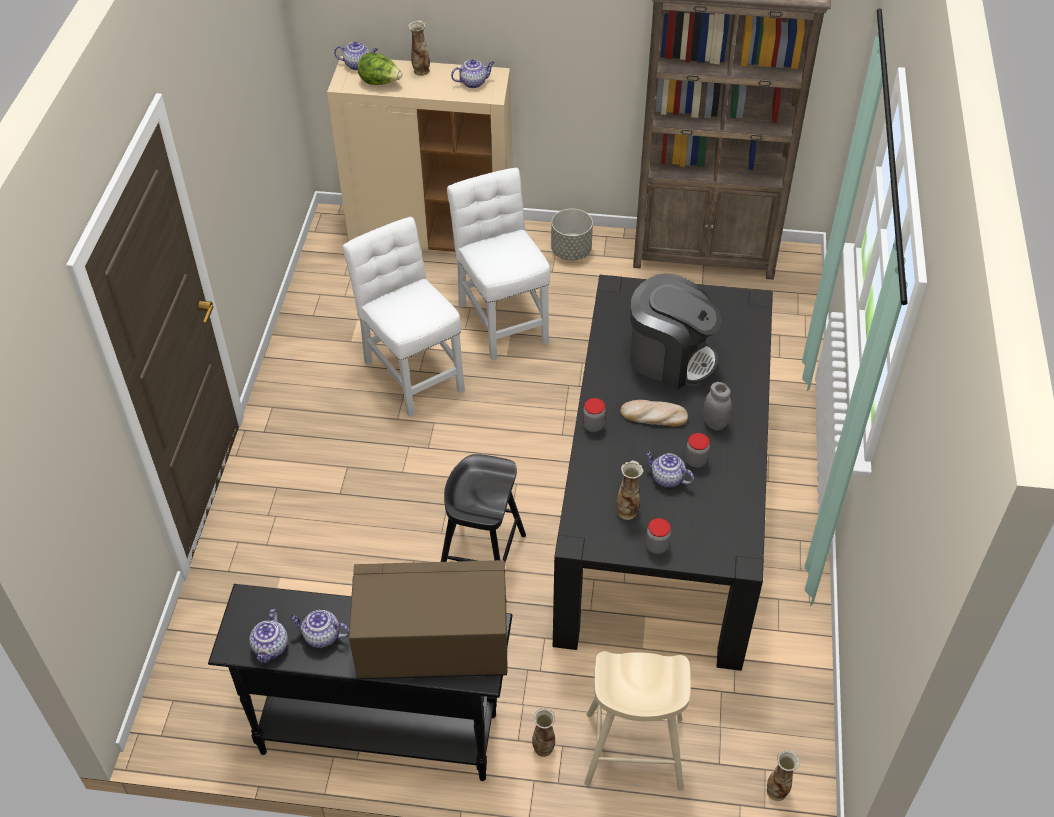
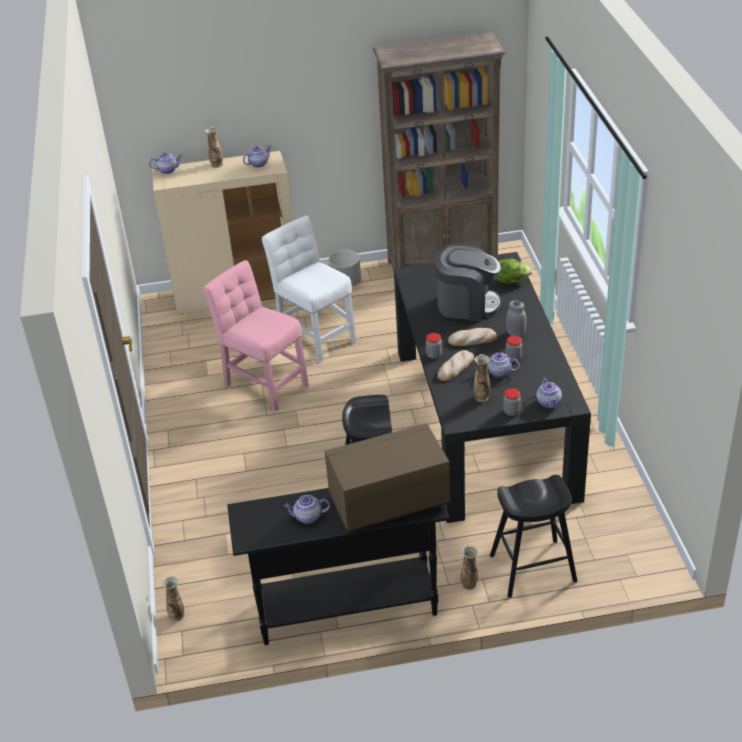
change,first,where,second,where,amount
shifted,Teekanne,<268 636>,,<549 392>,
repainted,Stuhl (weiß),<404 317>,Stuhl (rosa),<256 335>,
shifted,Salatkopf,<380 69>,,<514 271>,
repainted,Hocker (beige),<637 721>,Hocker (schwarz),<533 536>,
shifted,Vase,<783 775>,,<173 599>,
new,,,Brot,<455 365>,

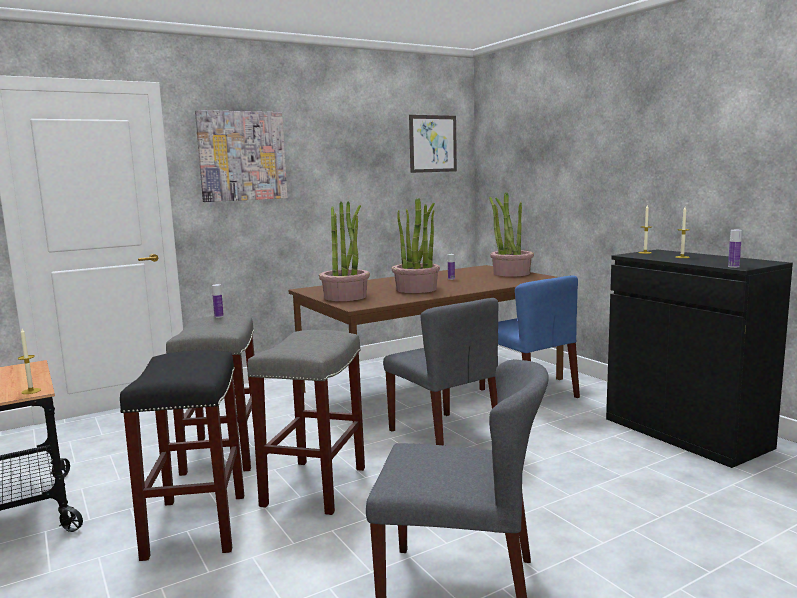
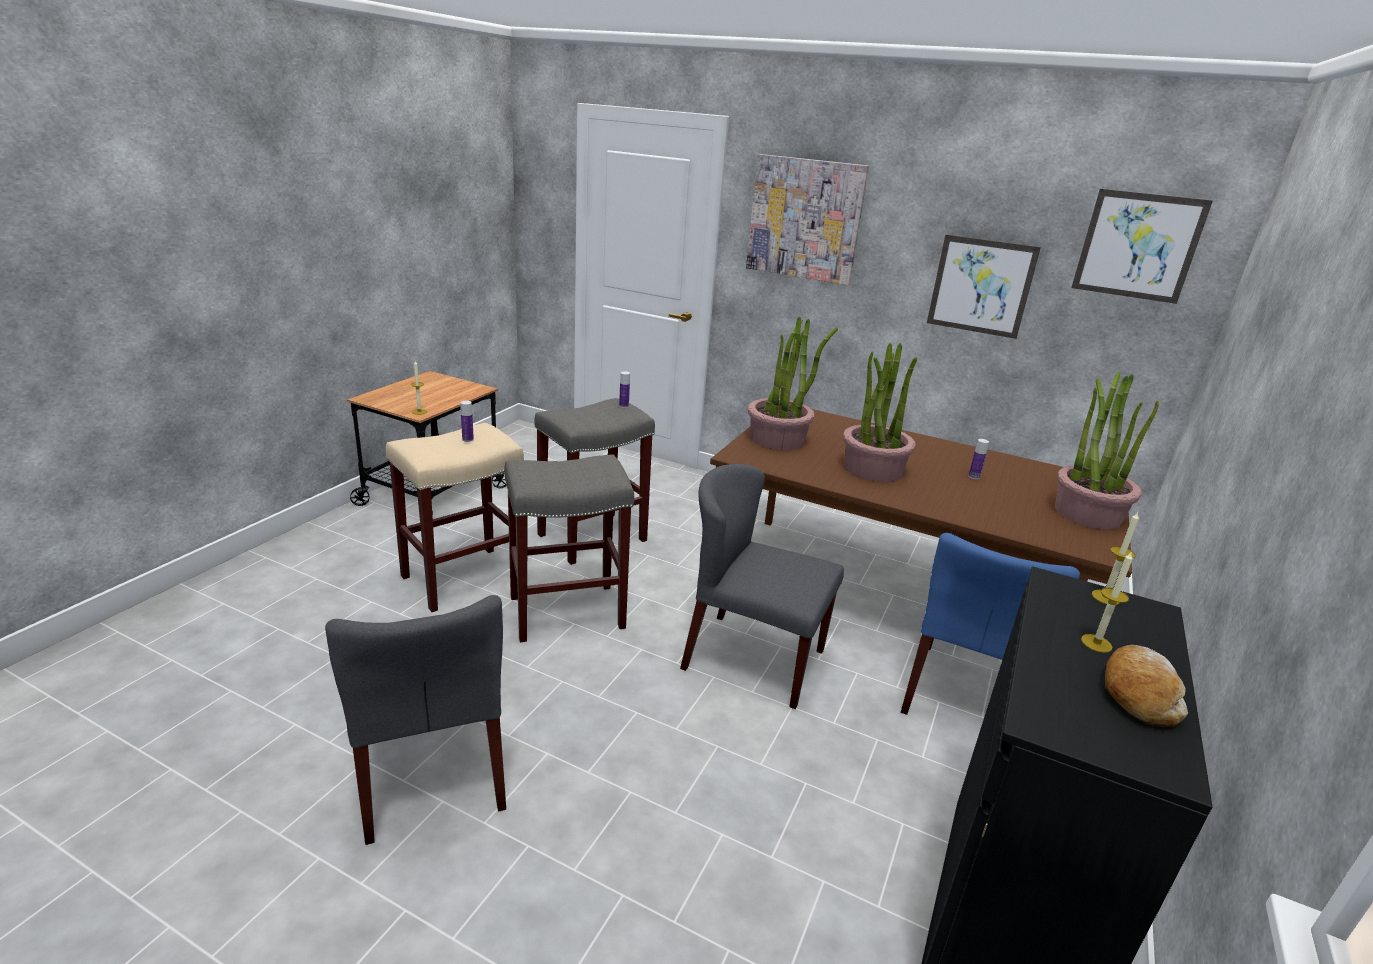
change,first,where,second,where,amount
repainted,Hocker (schwarz),<182 455>,Hocker (beige),<455 517>,
rotated,Stuhl (grau),<440 371>,,<762 586>,90 degrees clockwise
shifted,Flasche,<735 249>,,<467 421>,
new,,,Bild,<984 287>,
new,,,Brot,<1146 686>,

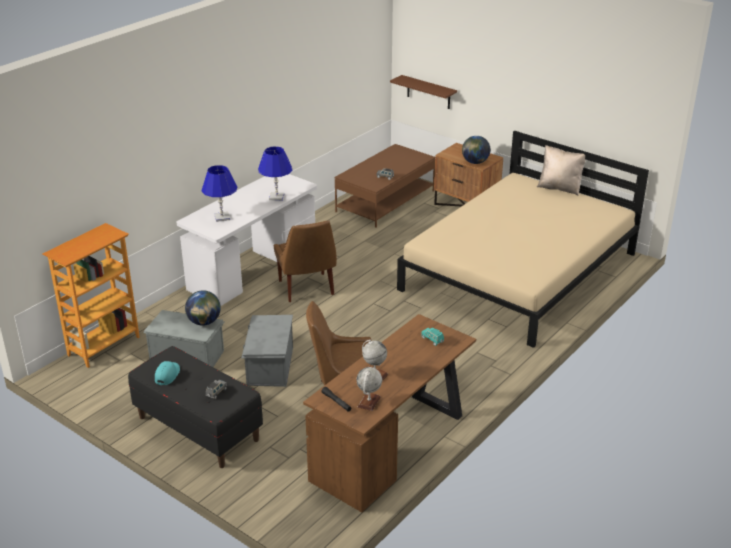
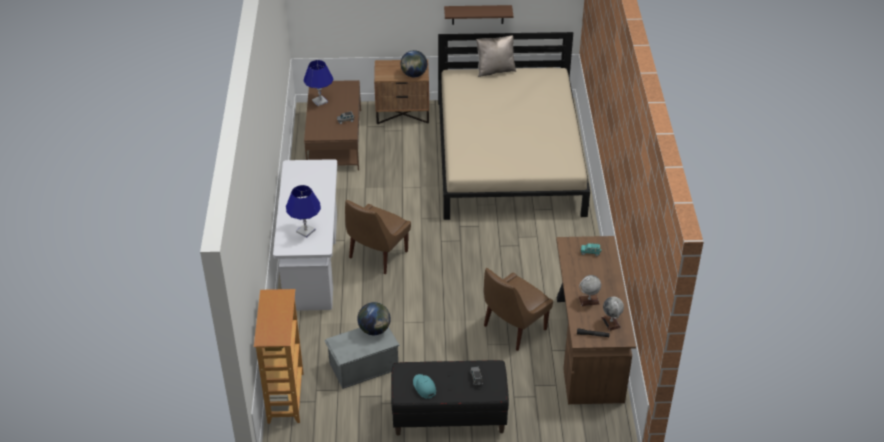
change,first,where,second,where,amount
gone,Aufbewahrungsbox (grau),<267 351>,,,
shifted,Tischlampe (blau),<275 173>,,<318 83>,
rotated,Stuhl (braun),<305 261>,,<378 237>,90 degrees clockwise
shifted,Wandregal (braun),<423 92>,,<478 15>,

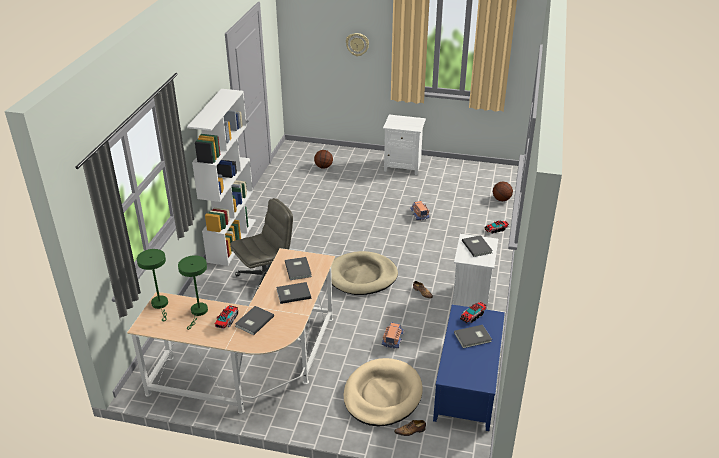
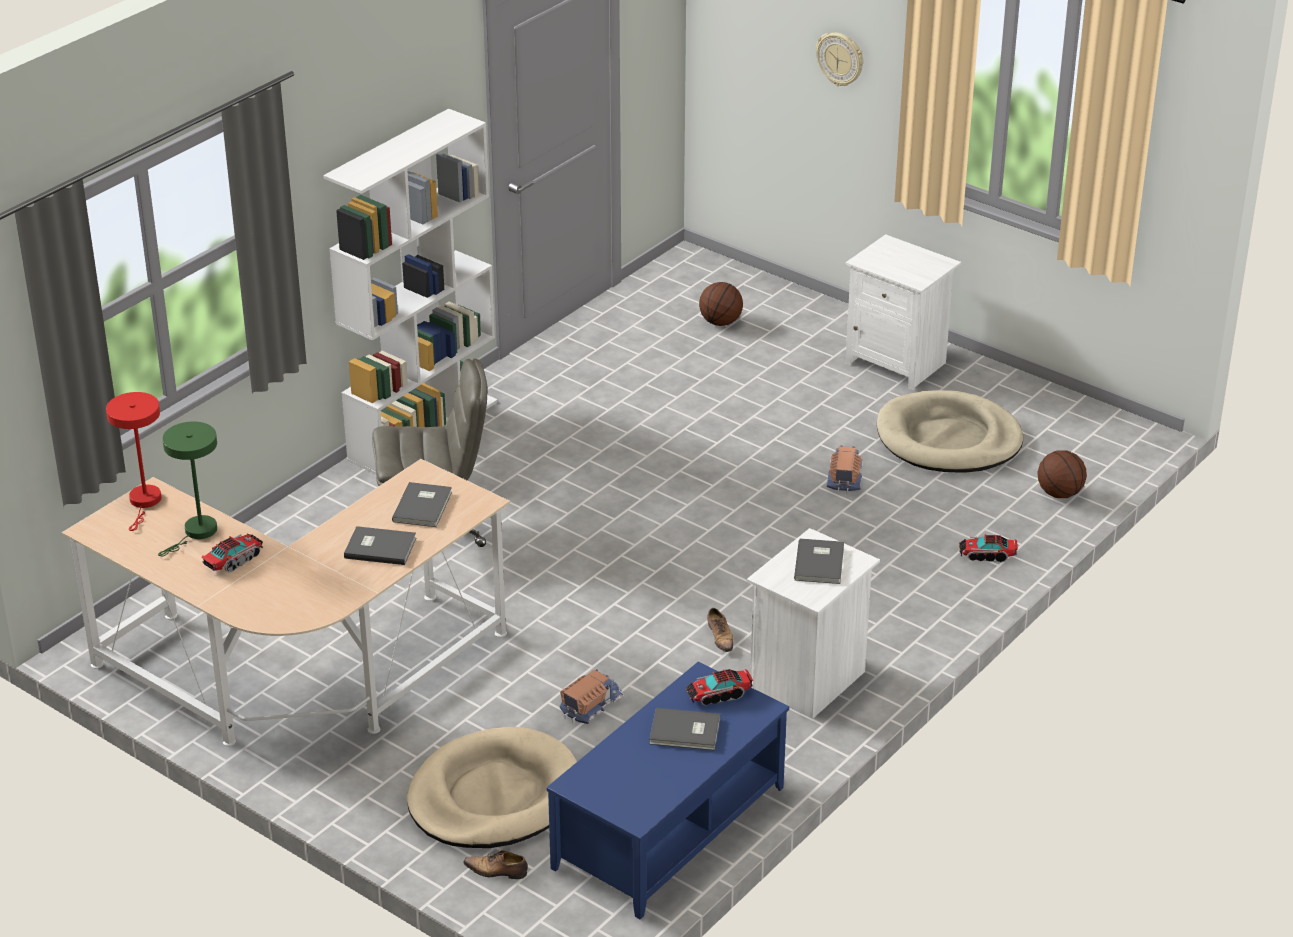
change,first,where,second,where,amount
repainted,Tischlampe (grün),<152 285>,Tischlampe (rot),<133 461>,
gone,Buch (grau),<254 320>,,,
shifted,Hundebett (beige),<364 273>,,<950 431>,

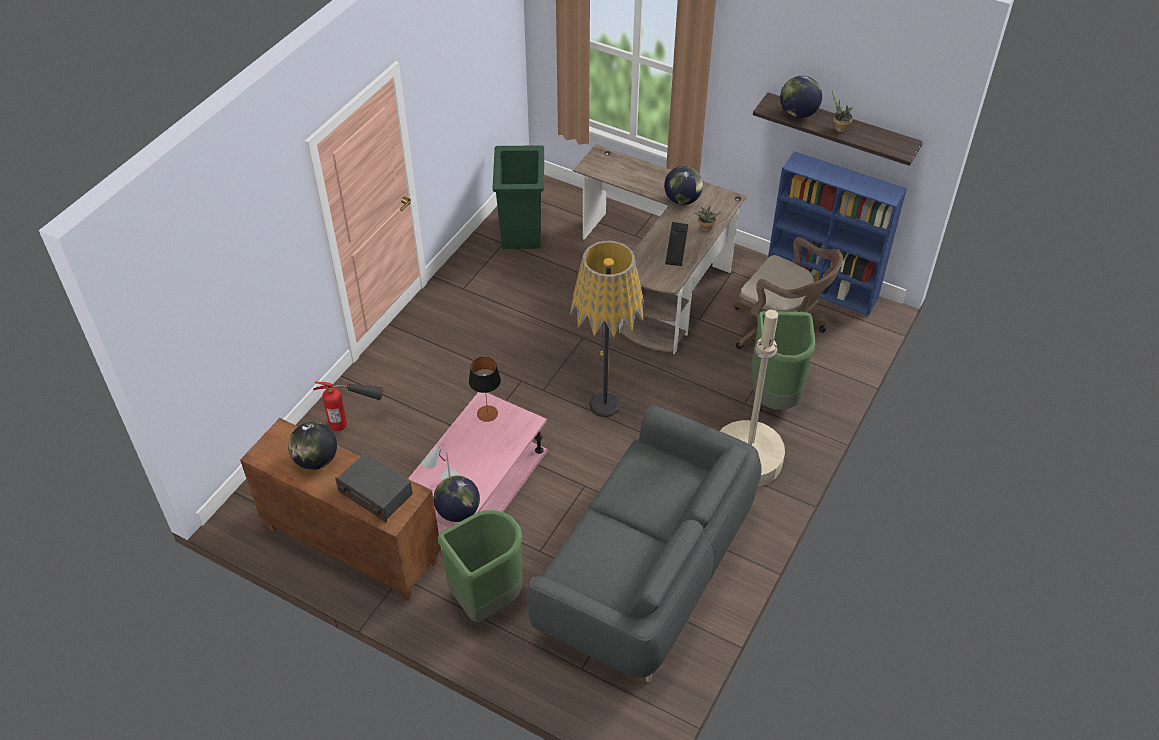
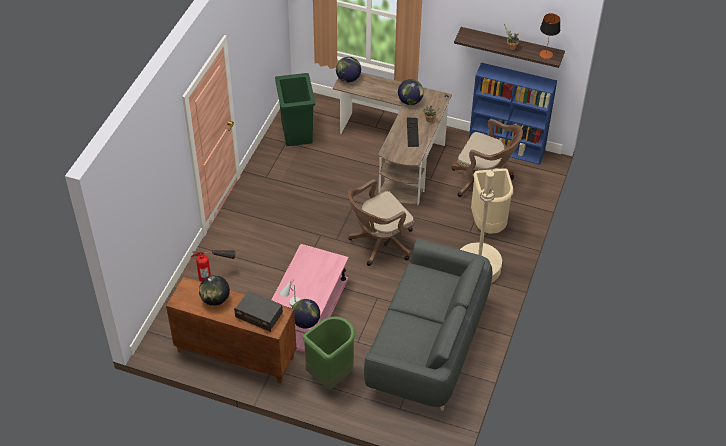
change,first,where,second,where,amount
shifted,Tischlampe,<485 389>,,<549 36>,
swapped,Stehlampe,<607 329>,Bürostuhl (braun),<381 222>,
repainted,Mülleimer (grün),<783 360>,Mülleimer (beige),<492 201>,
shifted,Globus,<801 97>,,<348 69>,

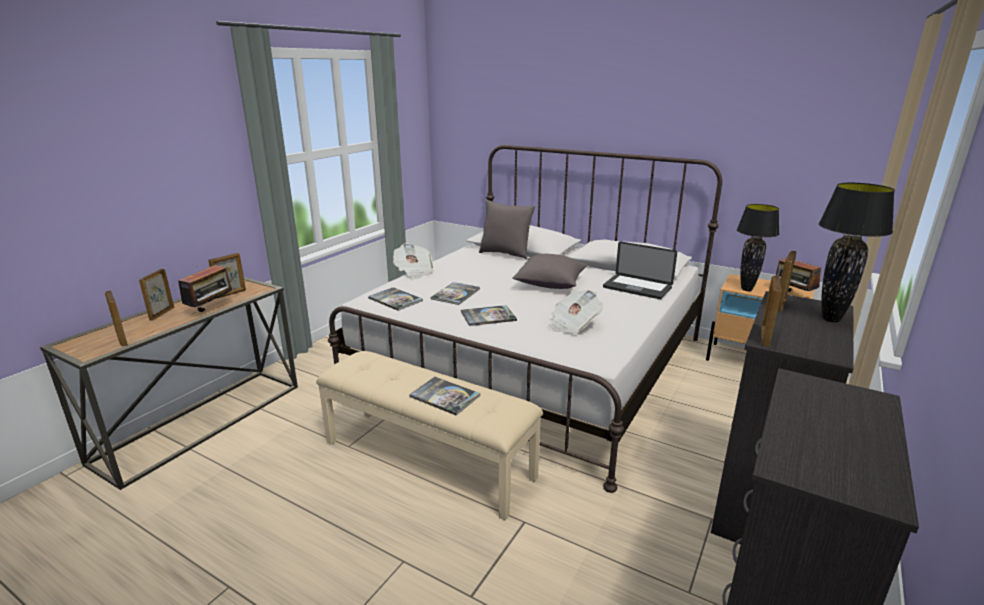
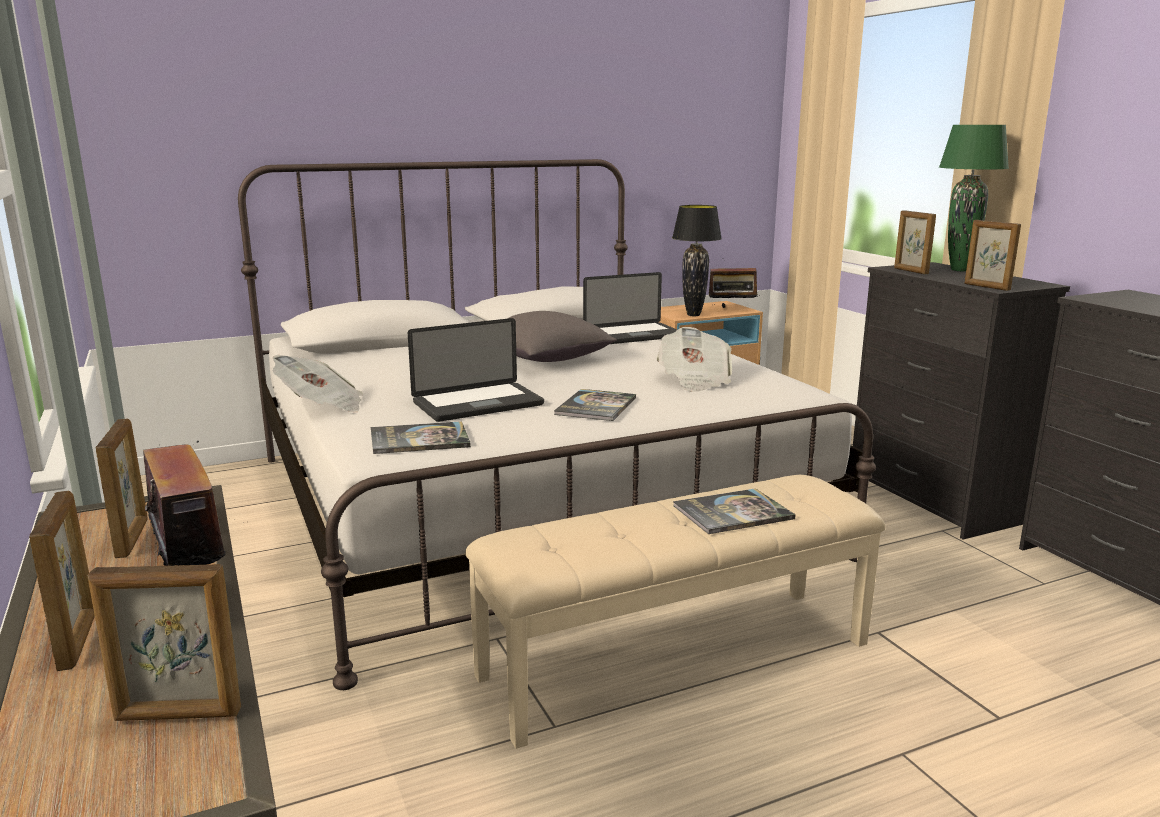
change,first,where,second,where,amount
rotated,Bilderrahmen,<156 295>,,<62 581>,150 degrees counterclockwise
swapped,Buch,<455 293>,Laptop,<476 370>,
gone,Kissen (grau),<507 230>,,,
repainted,Tischlampe (schwarz),<857 252>,Tischlampe (grün),<974 198>,

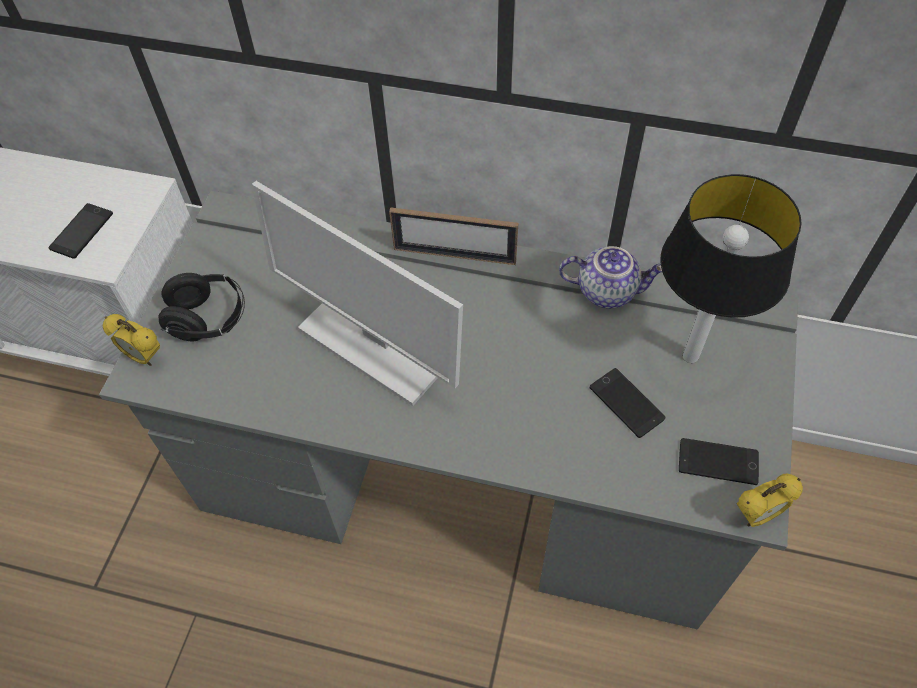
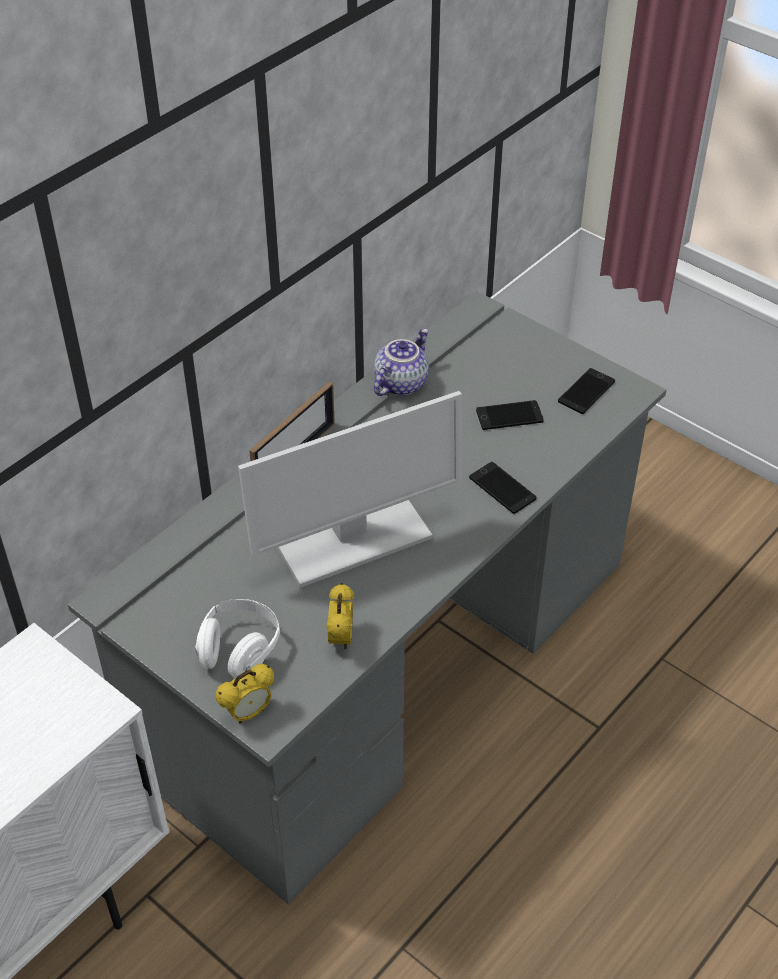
change,first,where,second,where,amount
shifted,Handy,<81 231>,,<503 488>,
repainted,Kopfhörer (schwarz),<201 307>,Kopfhörer (weiß),<237 638>,
gone,Tischlampe,<731 268>,,,
shifted,Wecker,<770 500>,,<340 616>,

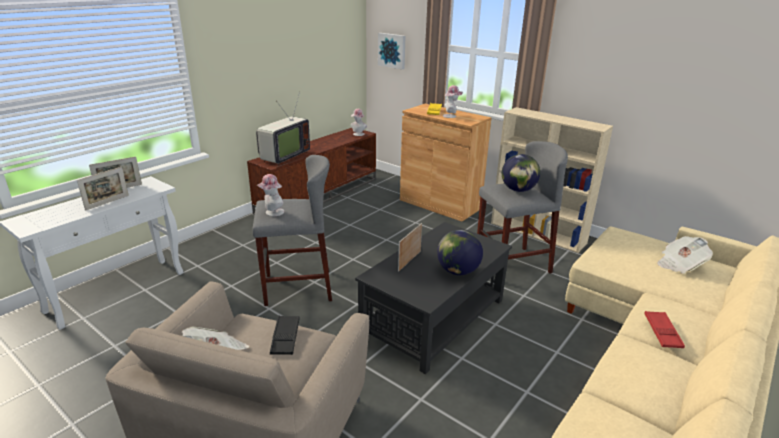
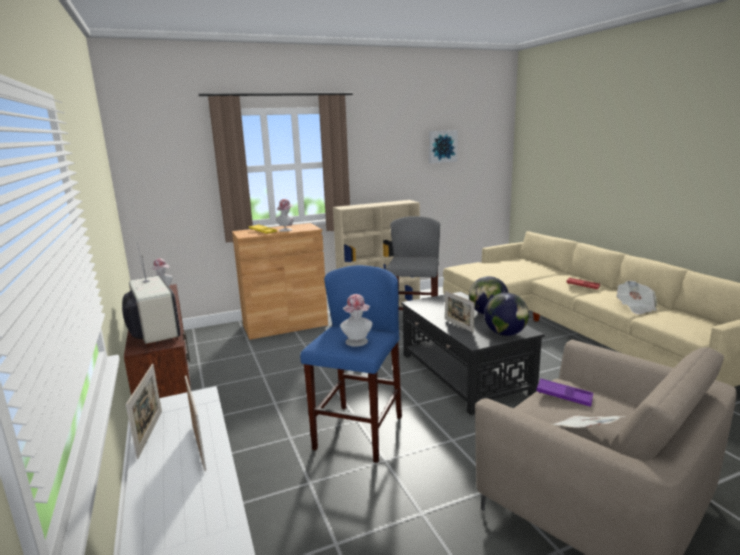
change,first,where,second,where,amount
repainted,Hocker (grau),<292 230>,Hocker (blau),<351 364>,
repainted,Tablett (schwarz),<284 335>,Tablett (lila),<564 392>,
shifted,Bild,<392 51>,,<443 146>,
shifted,Globus,<521 173>,,<506 314>,
shifted,Zeitung,<685 255>,,<637 298>,

